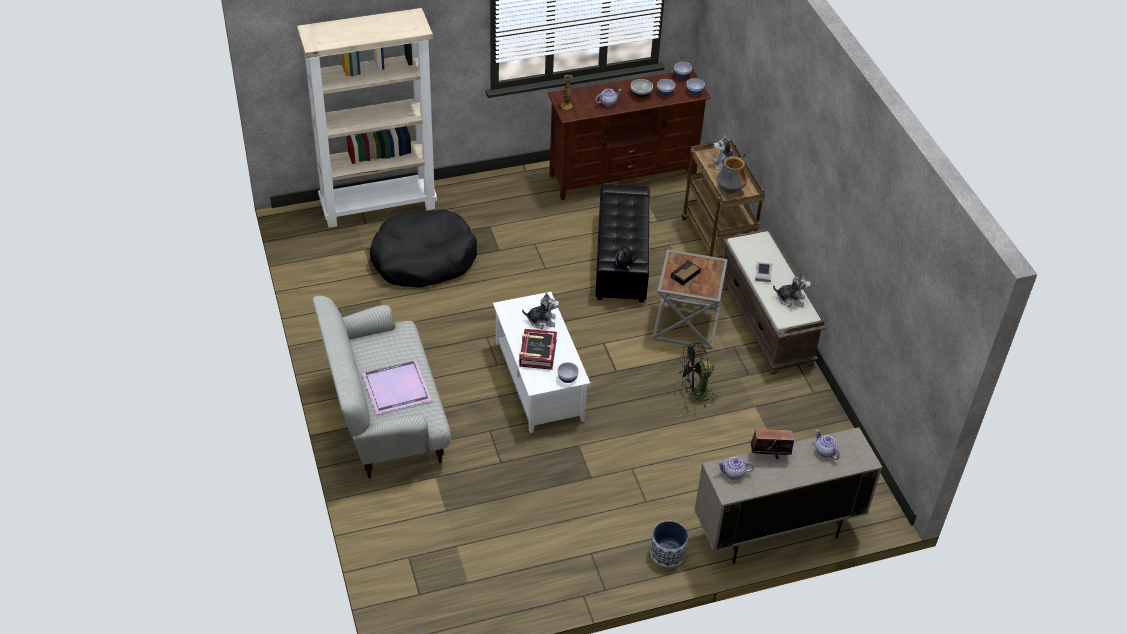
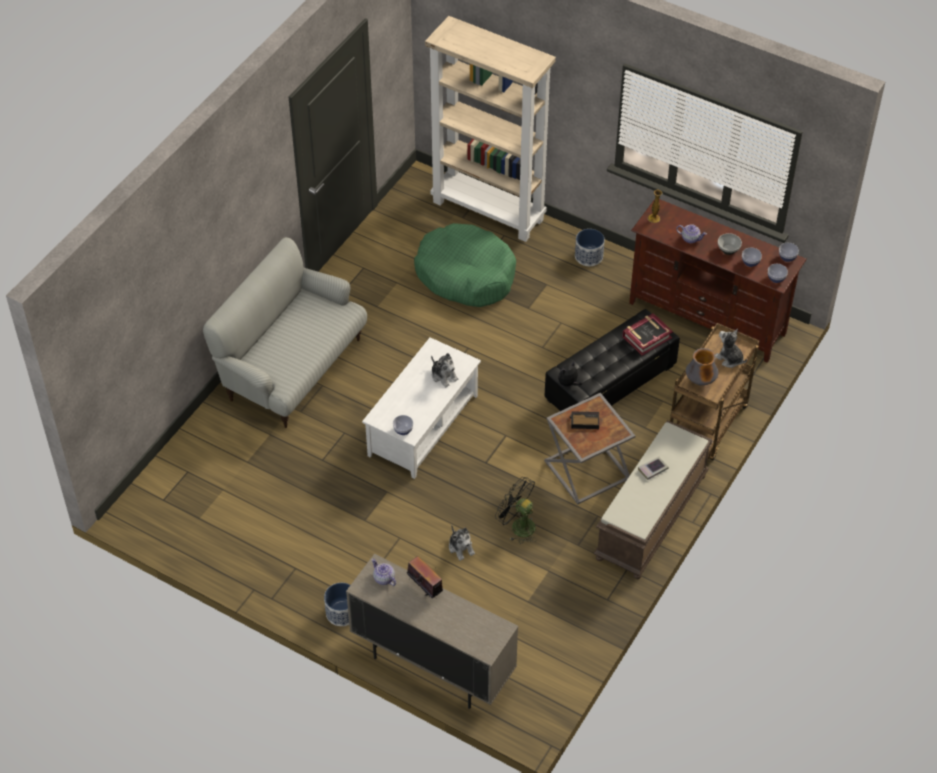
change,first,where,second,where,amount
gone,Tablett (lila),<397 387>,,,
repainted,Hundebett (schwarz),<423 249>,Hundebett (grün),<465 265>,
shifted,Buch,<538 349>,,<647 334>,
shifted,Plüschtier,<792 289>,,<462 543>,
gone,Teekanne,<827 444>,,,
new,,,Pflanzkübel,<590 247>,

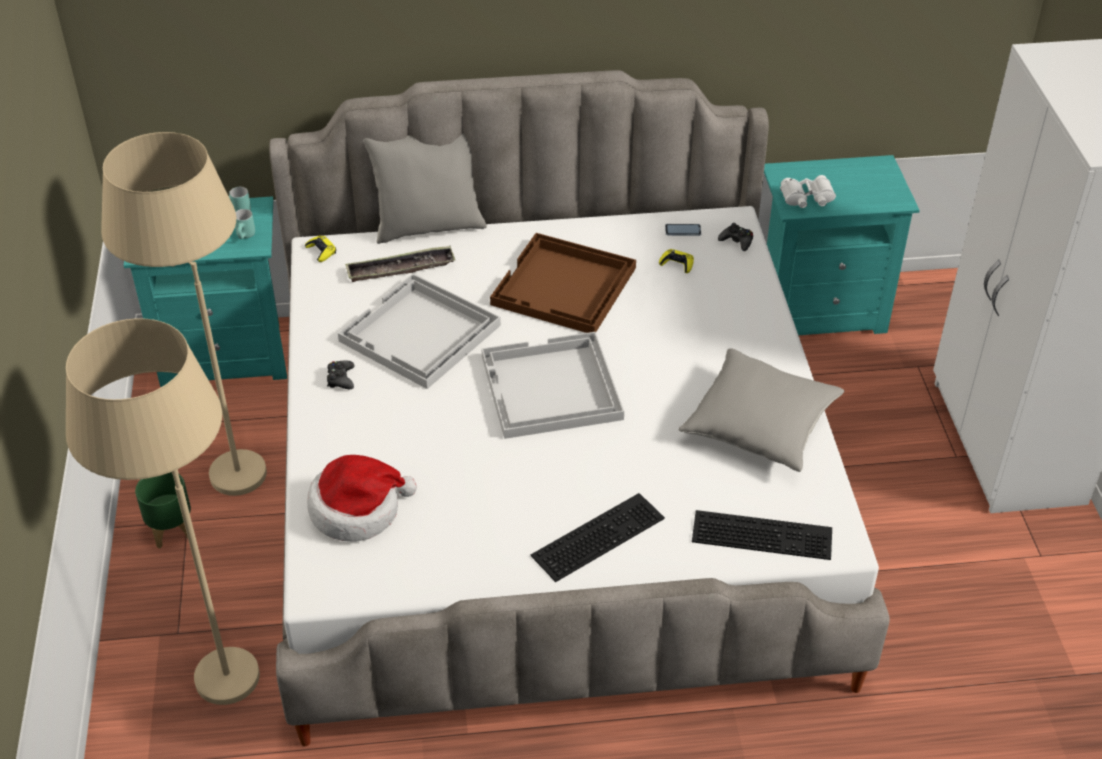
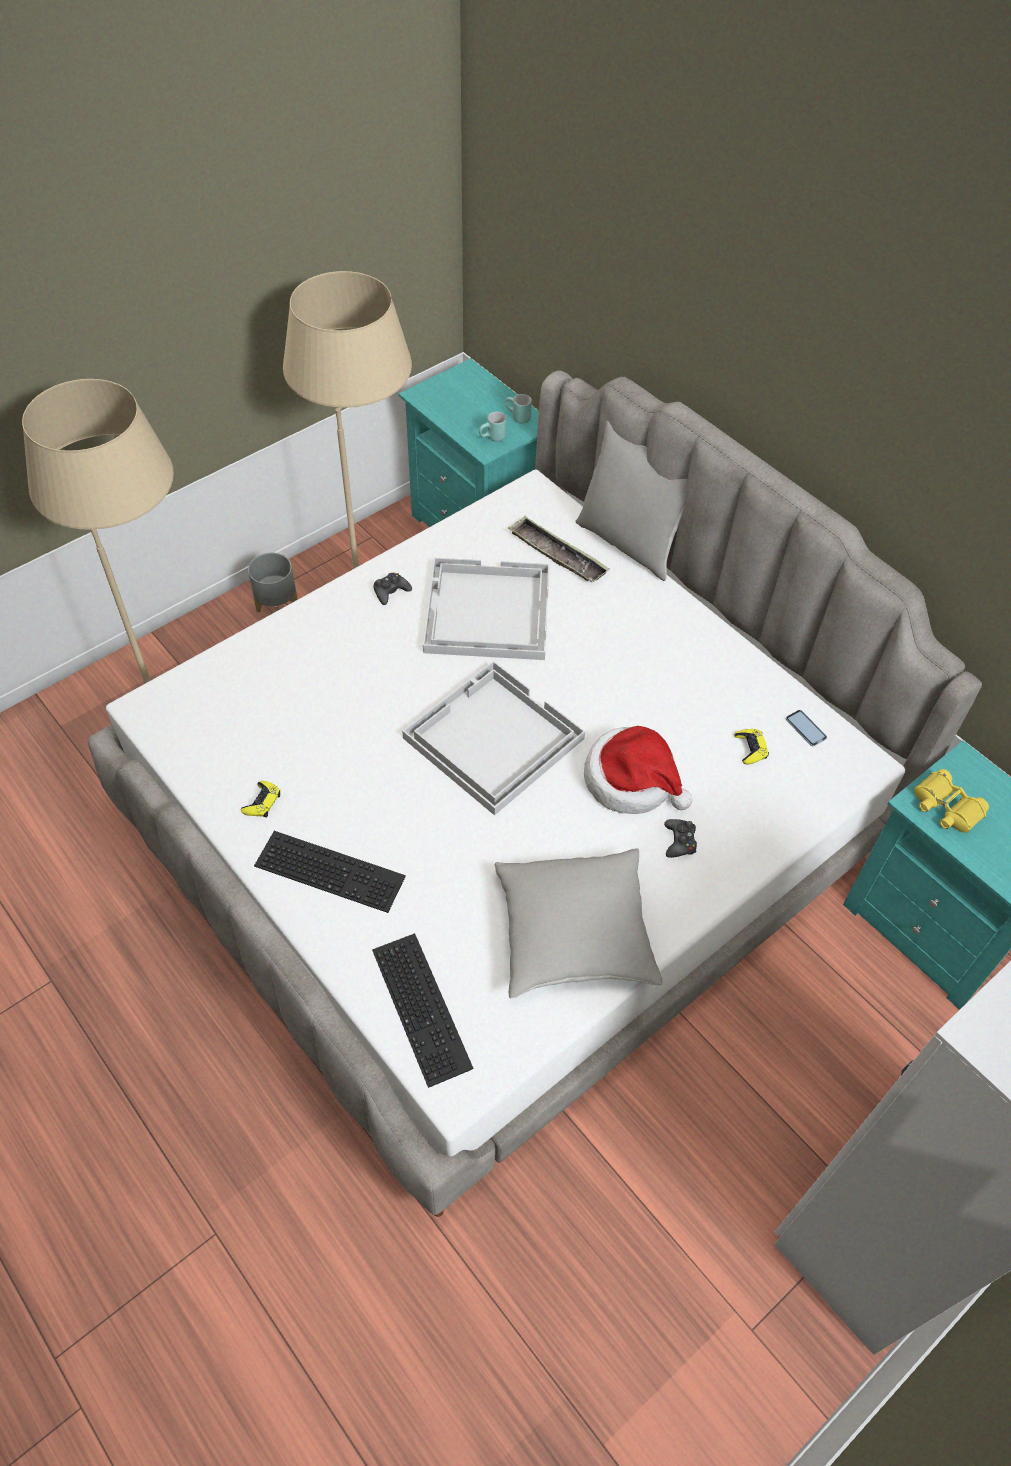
change,first,where,second,where,amount
repainted,Pflanzkübel (grün),<163 510>,Pflanzkübel (grau),<273 582>,
shifted,Gamepad (gelb),<320 249>,,<260 799>,
shifted,Hut,<362 498>,,<638 770>,
gone,Tablett (braun),<563 283>,,,
shifted,Gamepad (schwarz),<735 237>,,<680 838>,
repainted,Fernglas (weiß),<808 191>,Fernglas (gelb),<951 801>,

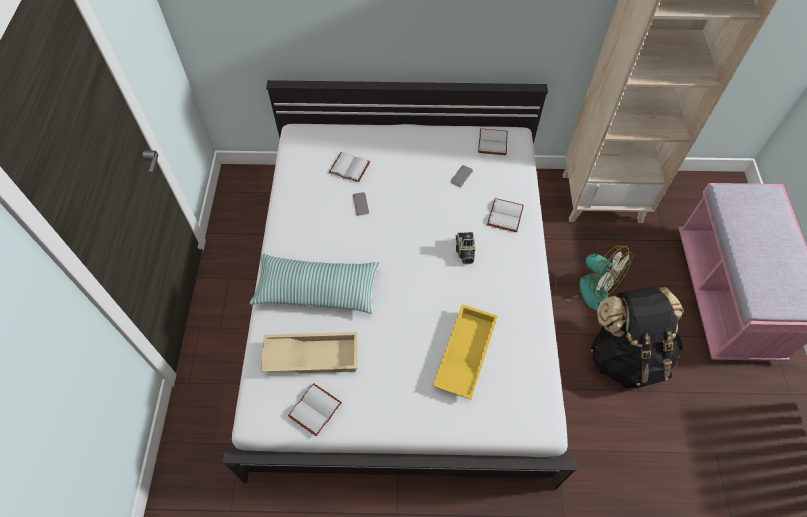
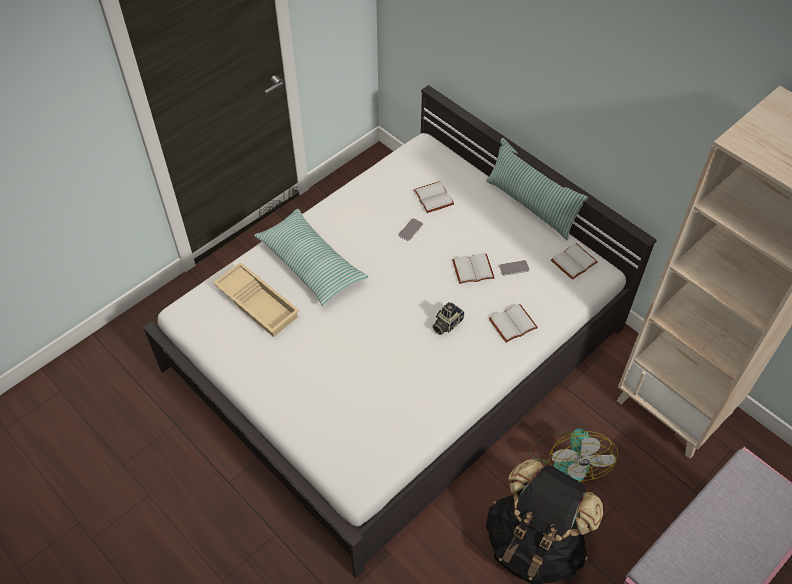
change,first,where,second,where,amount
shifted,Buch (weiß),<315 410>,,<473 269>,
gone,Tablett (gelb),<465 351>,,,
new,,,Kissen,<537 189>,

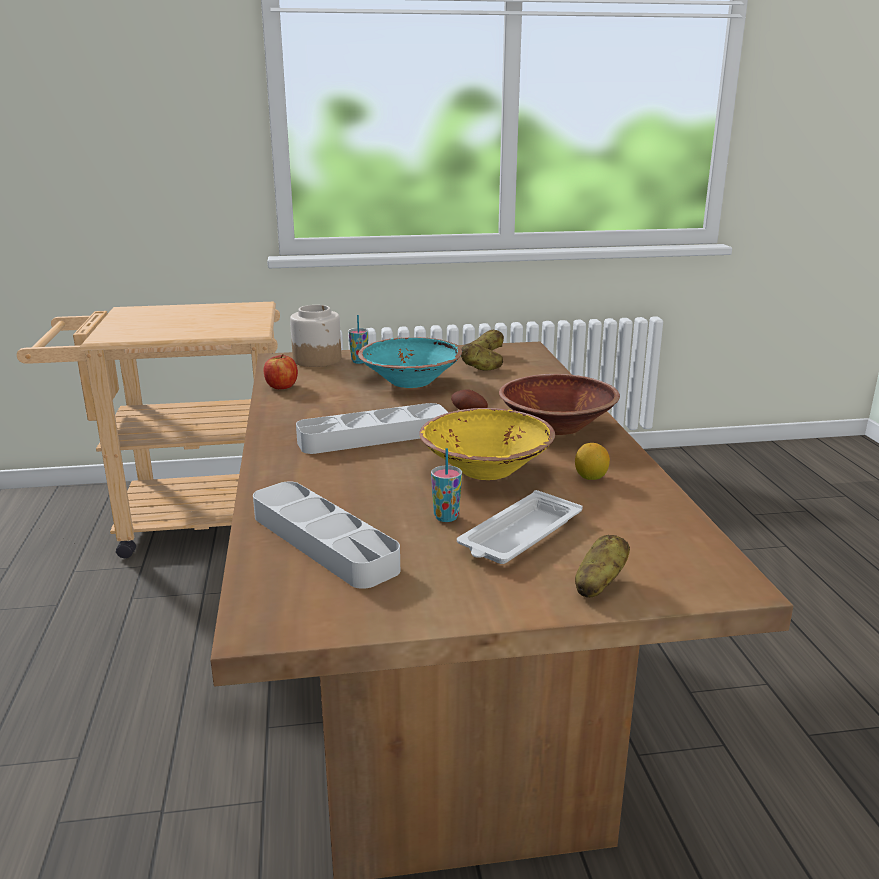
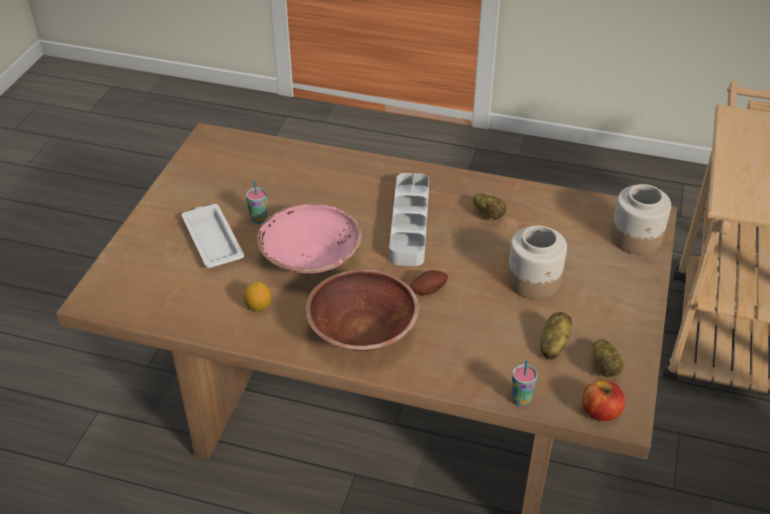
change,first,where,second,where,amount
gone,Tablett (grau),<326 535>,,,
shifted,Apfel,<281 371>,,<603 400>,
shifted,Tasse,<358 339>,,<524 382>,
swapped,Schüssel (türkis),<410 362>,Vorratsglas,<537 262>,
repainted,Schüssel (gelb),<487 444>,Schüssel (rosa),<309 238>,
shifted,Kartoffel,<602 566>,,<490 206>,

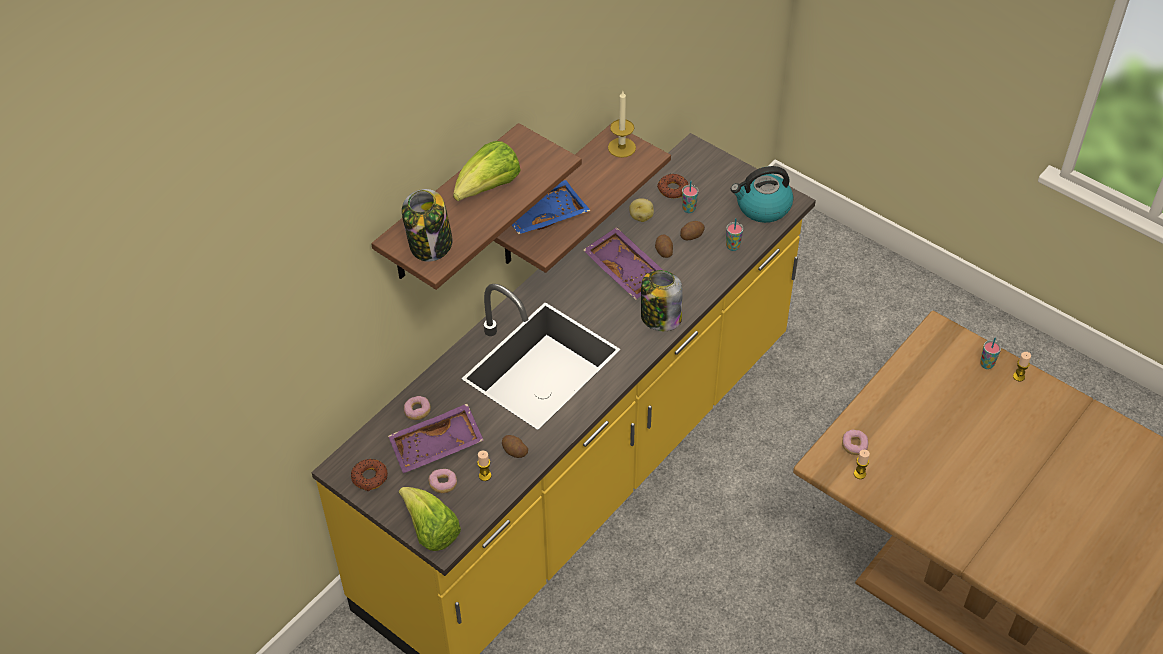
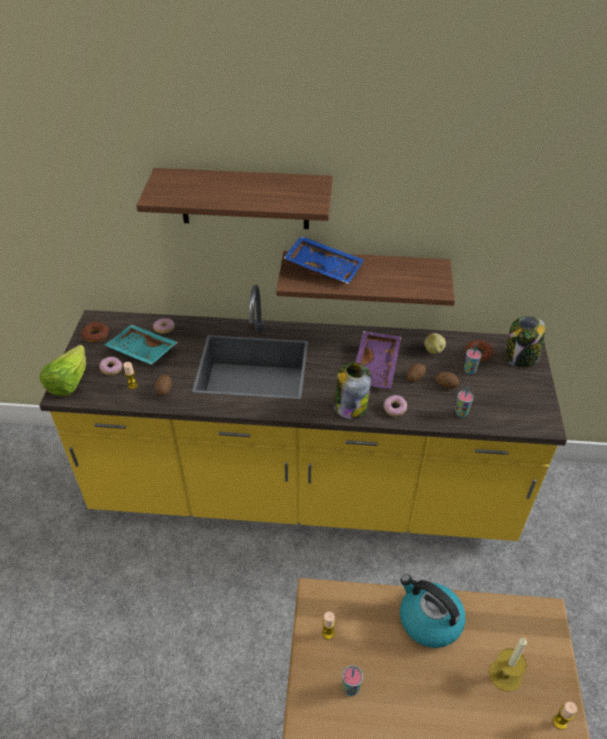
change,first,where,second,where,amount
repainted,Tablett (lila),<436 438>,Tablett (türkis),<141 345>,
shifted,Vorratsglas,<427 225>,,<525 342>,
gone,Salatkopf,<487 171>,,,
shifted,Kerze,<622 124>,,<508 665>,
shifted,Wasserkessel,<762 194>,,<432 611>,
shifted,Donut,<855 442>,,<395 406>,
shifted,Tasse,<990 353>,,<352 680>,

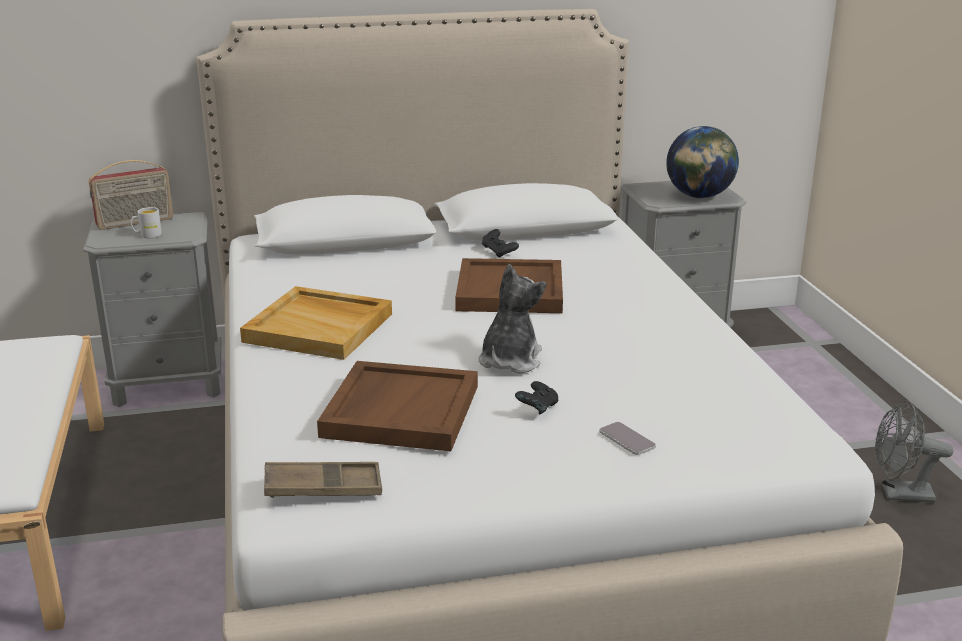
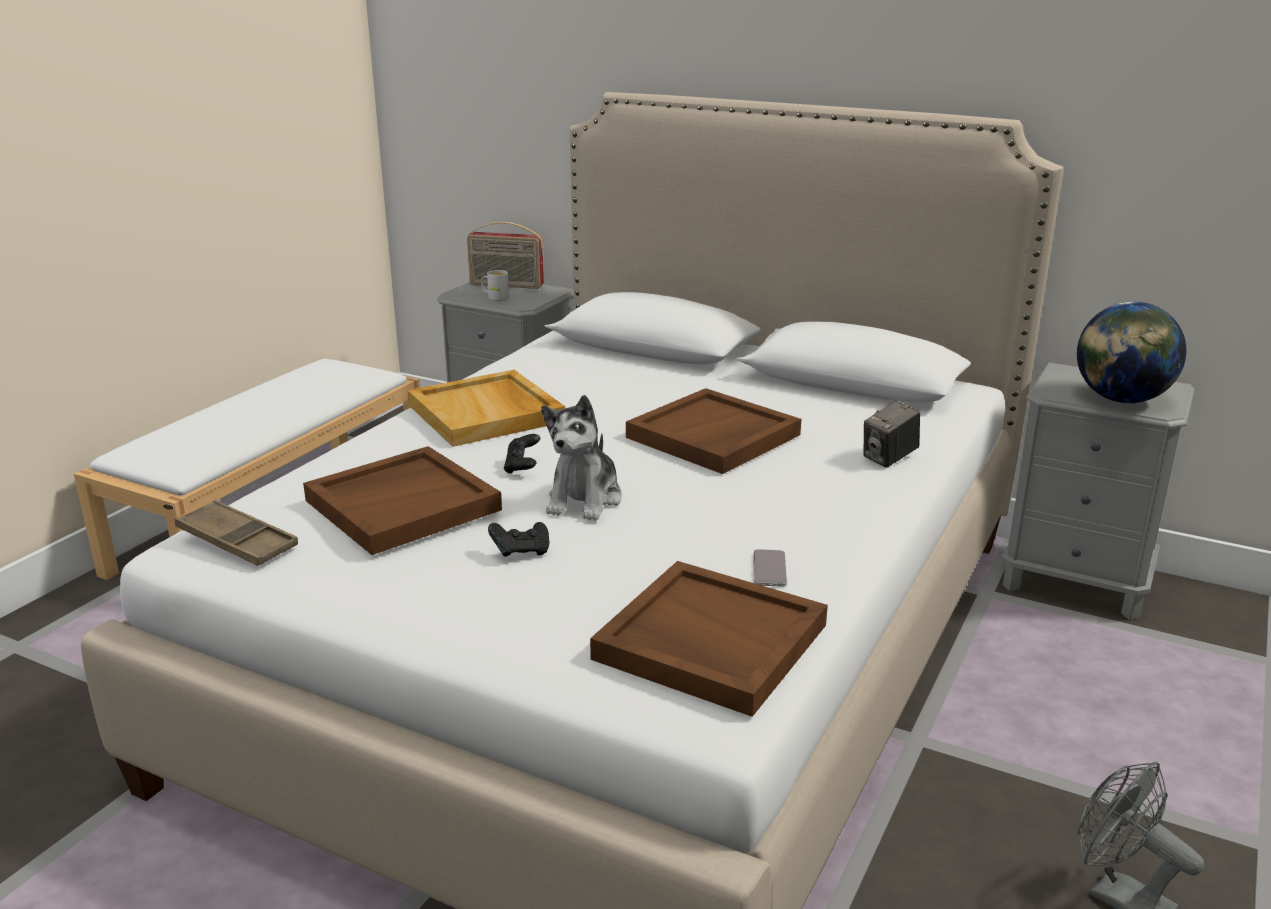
change,first,where,second,where,amount
rotated,Plüschtier,<512 319>,,<581 458>,135 degrees clockwise
shifted,Gamepad (schwarz),<500 243>,,<522 453>,
shifted,Handy,<628 438>,,<770 568>,
new,,,Tablett (braun),<709 639>,
new,,,Kamera,<891 434>,

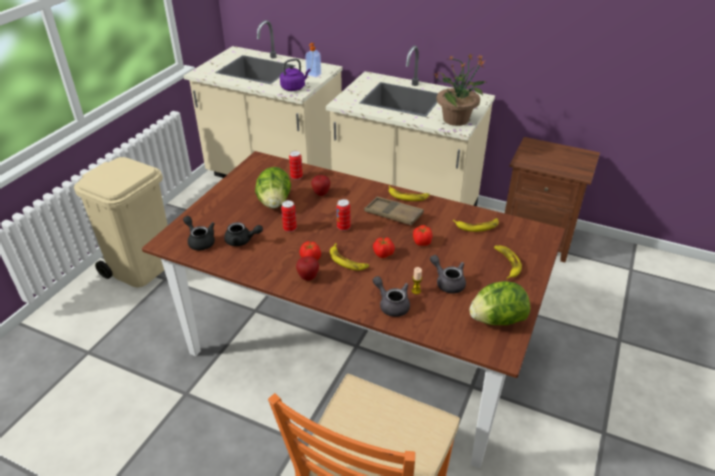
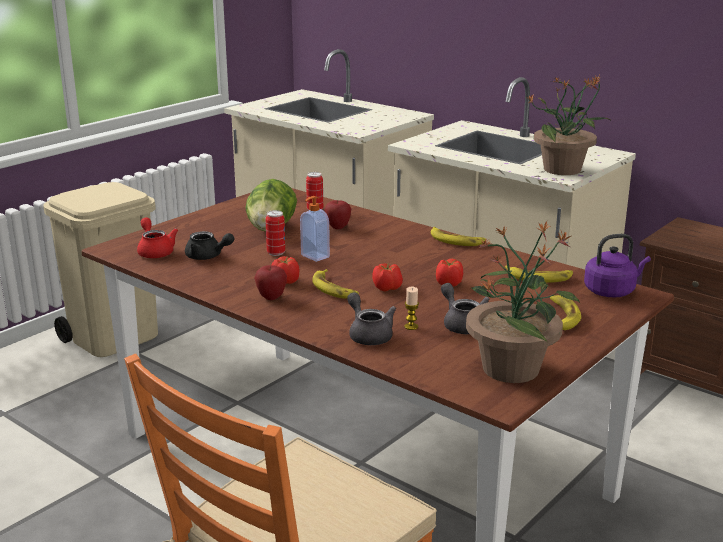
change,first,where,second,where,amount
repainted,Teekanne (schwarz),<199 233>,Teekanne (rot),<157 237>,
shifted,Wasserkessel (lila),<295 74>,,<617 265>,
shifted,Seifenspender,<313 60>,,<315 229>,
gone,Dose,<343 215>,,,
gone,Tablett (braun),<394 211>,,,
swapped,Salatkopf,<500 303>,Topfpflanze,<523 302>,

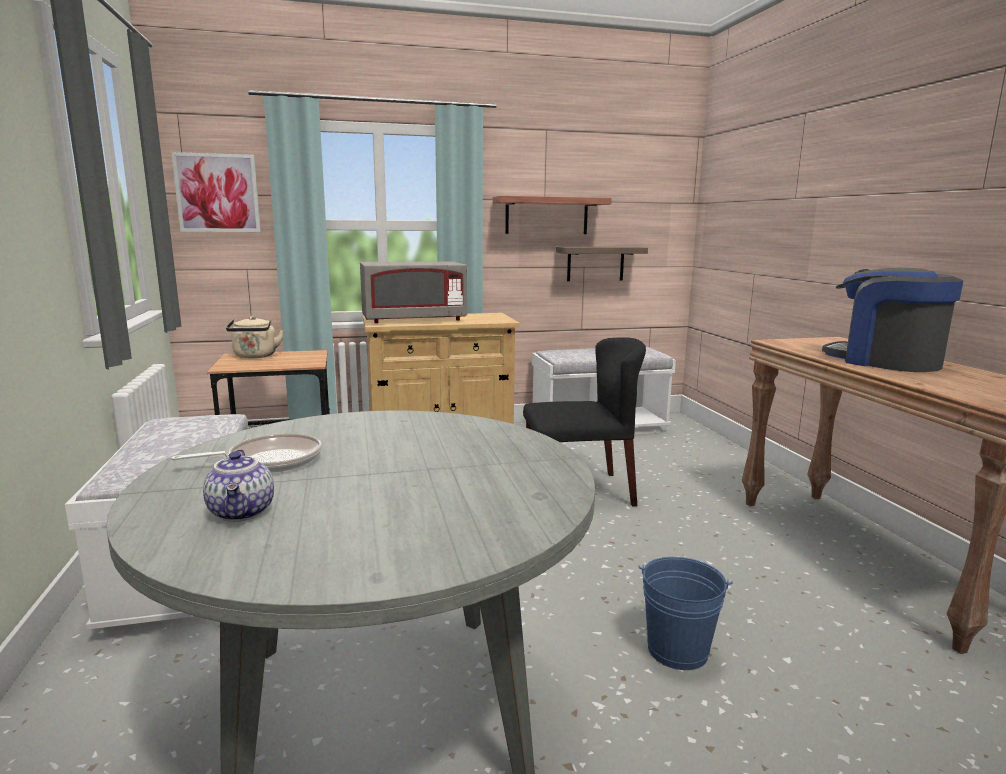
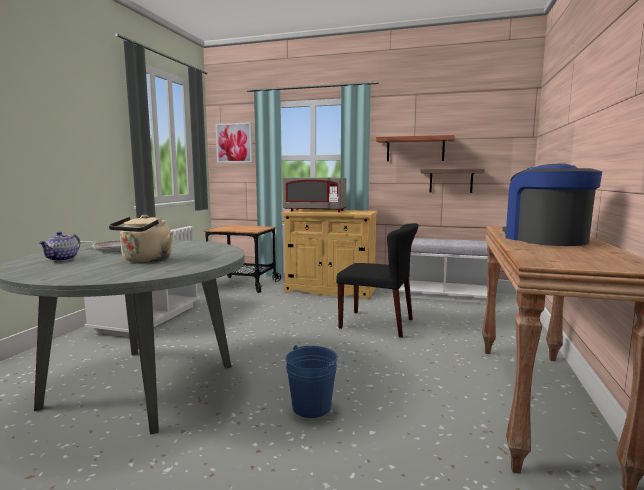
change,first,where,second,where,amount
shifted,Wasserkessel (beige),<255 337>,,<141 239>,

